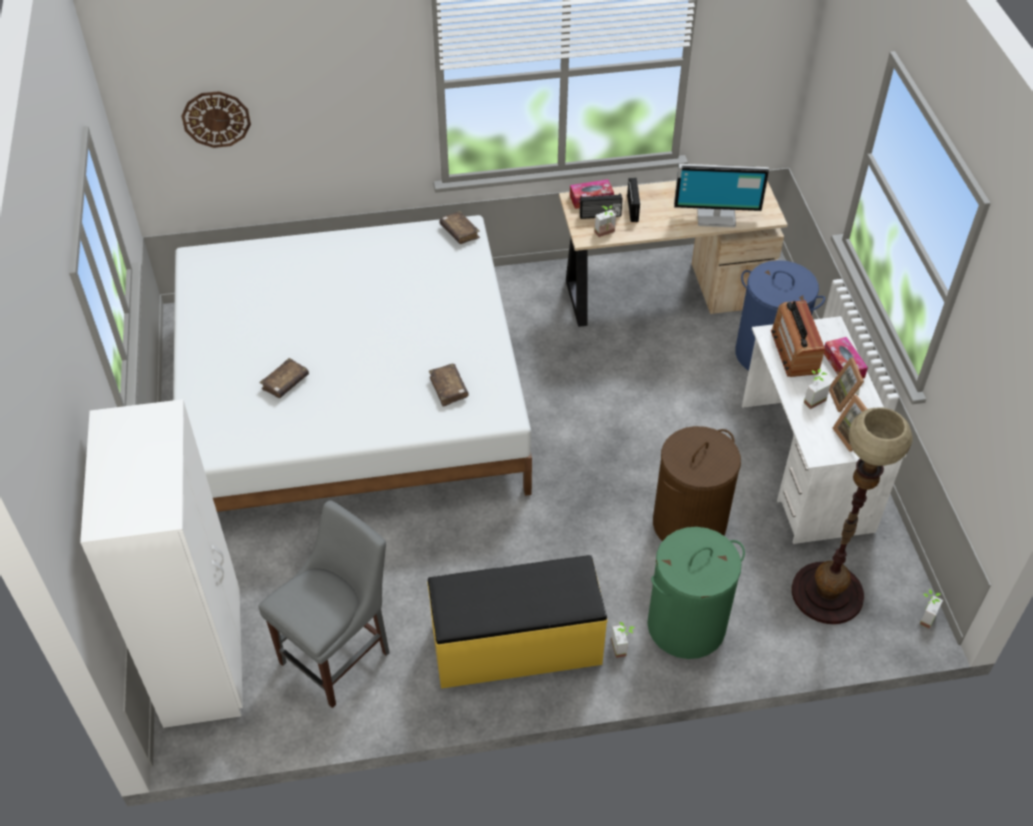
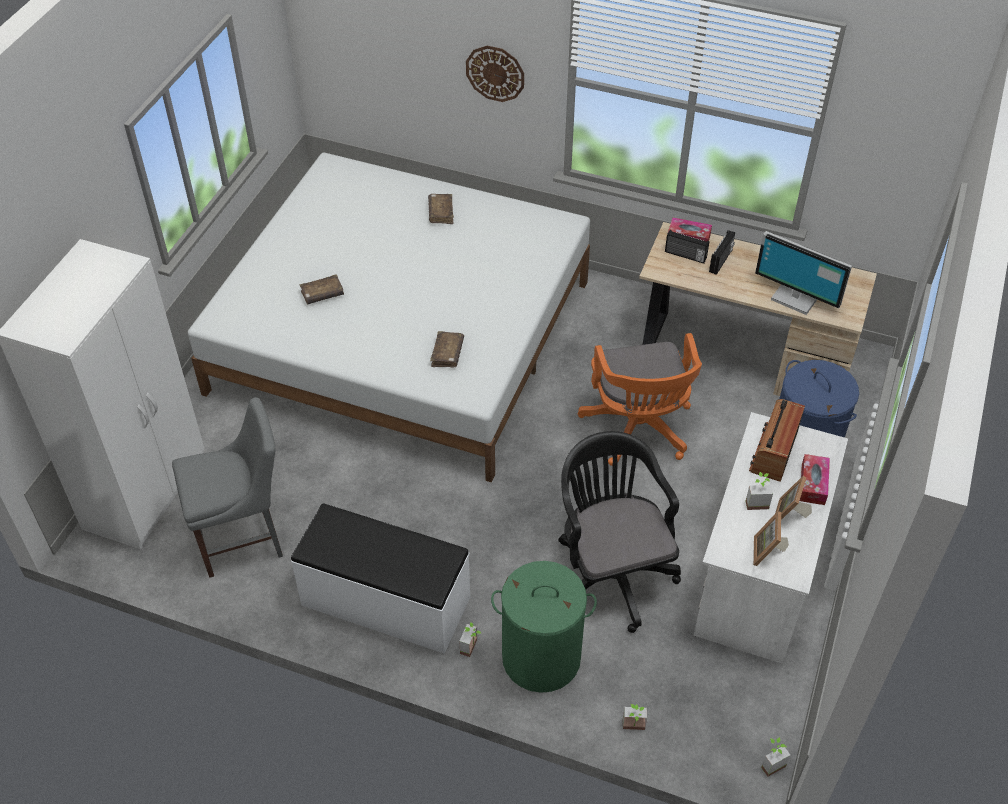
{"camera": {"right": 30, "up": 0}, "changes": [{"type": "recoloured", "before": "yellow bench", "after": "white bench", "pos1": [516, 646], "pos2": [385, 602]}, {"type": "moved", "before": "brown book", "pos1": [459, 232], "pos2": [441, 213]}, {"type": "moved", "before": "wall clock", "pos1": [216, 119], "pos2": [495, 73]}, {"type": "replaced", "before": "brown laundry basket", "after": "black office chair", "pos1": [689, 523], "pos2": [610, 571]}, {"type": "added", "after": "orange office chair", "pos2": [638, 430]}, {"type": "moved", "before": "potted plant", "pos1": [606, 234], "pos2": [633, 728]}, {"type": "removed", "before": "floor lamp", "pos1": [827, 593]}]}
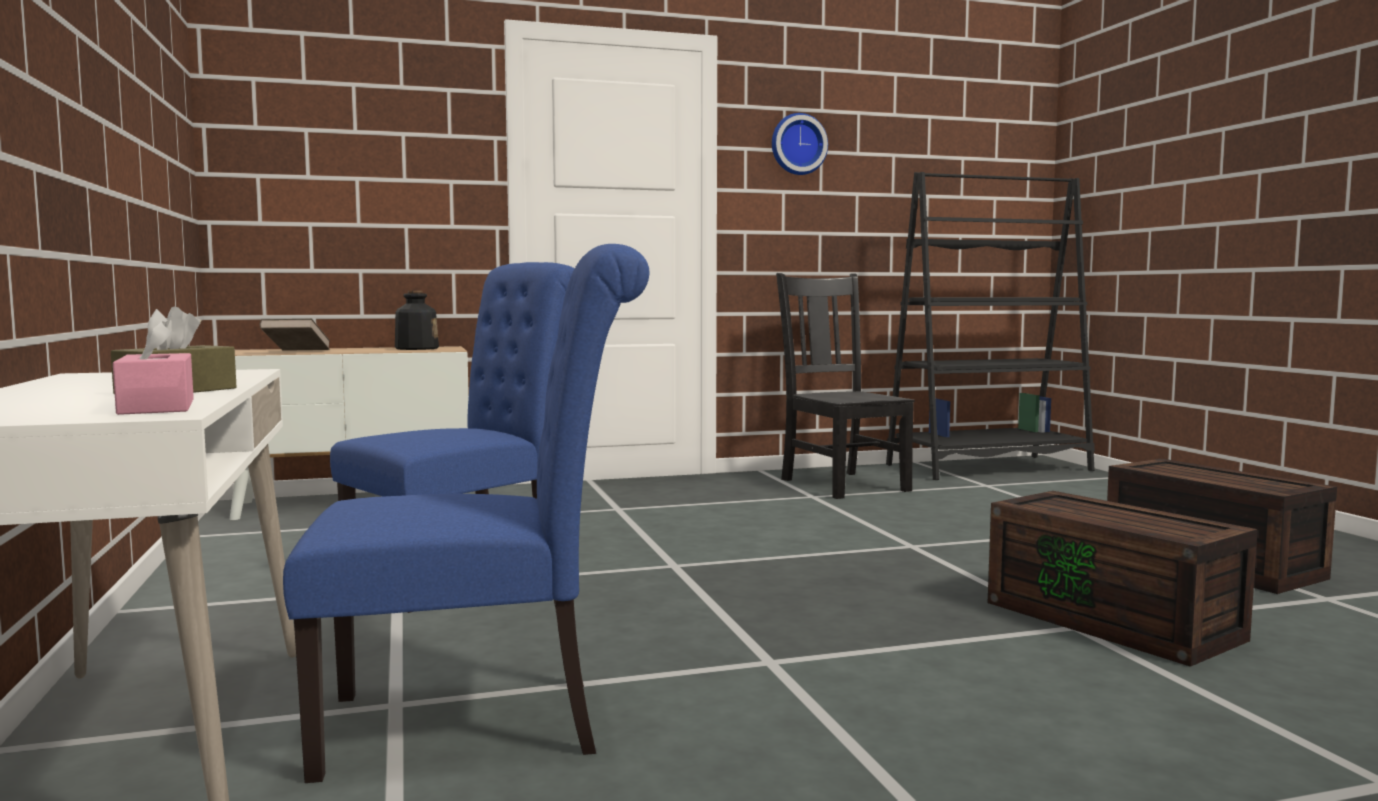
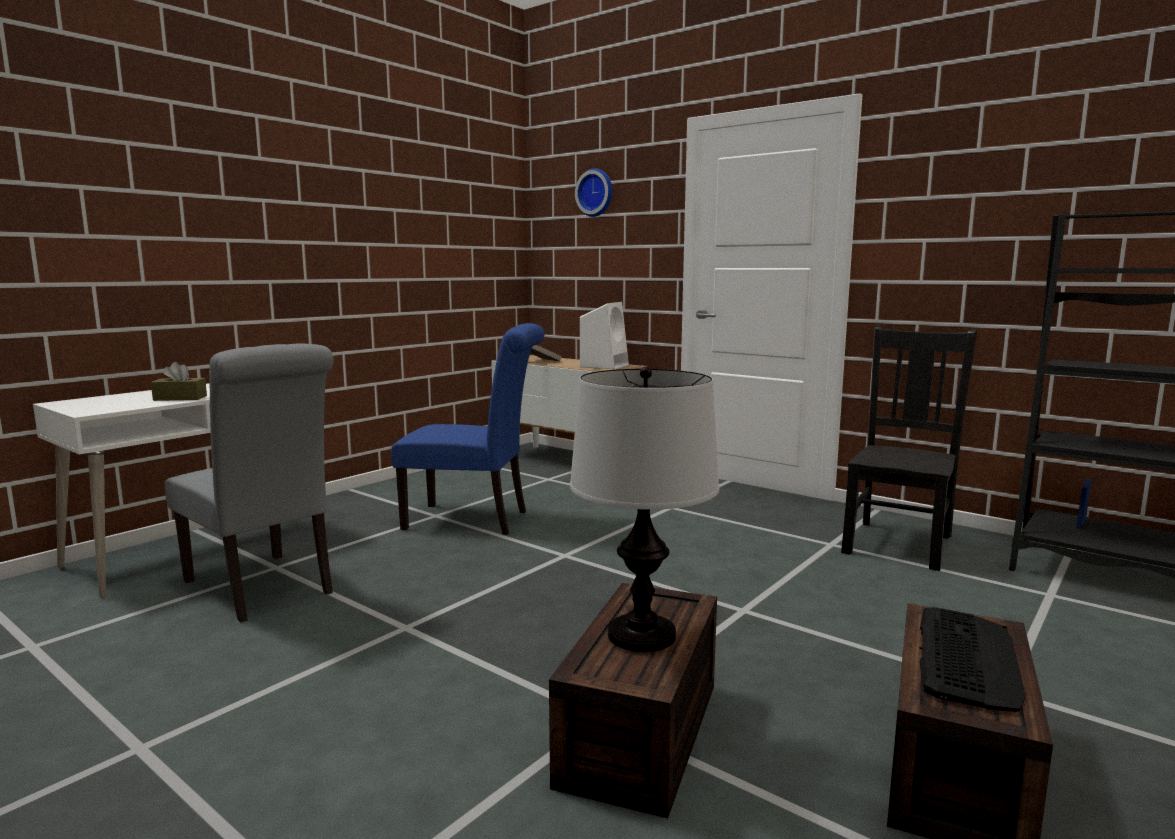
{"camera": {"right": 55, "up": 5}, "changes": [{"type": "recoloured", "before": "blue chair", "after": "grey chair", "pos1": [481, 723], "pos2": [263, 589]}, {"type": "added", "after": "table lamp", "pos2": [641, 635]}, {"type": "moved", "before": "wall clock", "pos1": [797, 144], "pos2": [596, 193]}, {"type": "replaced", "before": "bottle", "after": "white speaker", "pos1": [416, 348], "pos2": [604, 366]}, {"type": "added", "after": "keyboard", "pos2": [966, 658]}, {"type": "removed", "before": "pink tissue box", "pos1": [157, 406]}]}
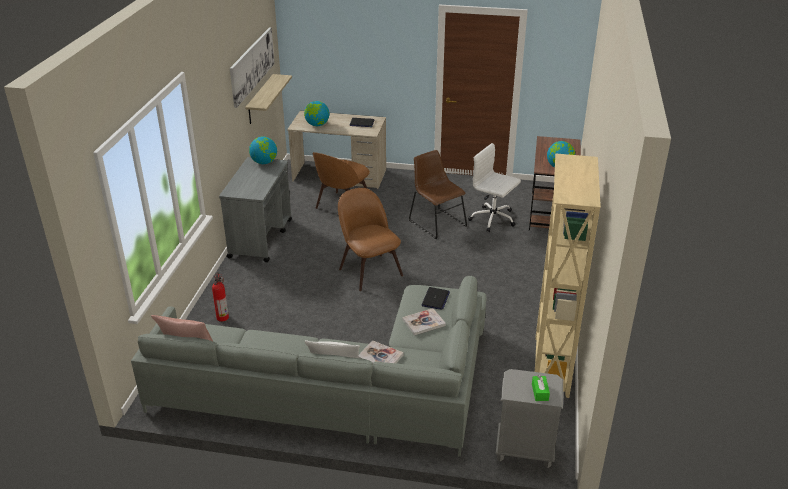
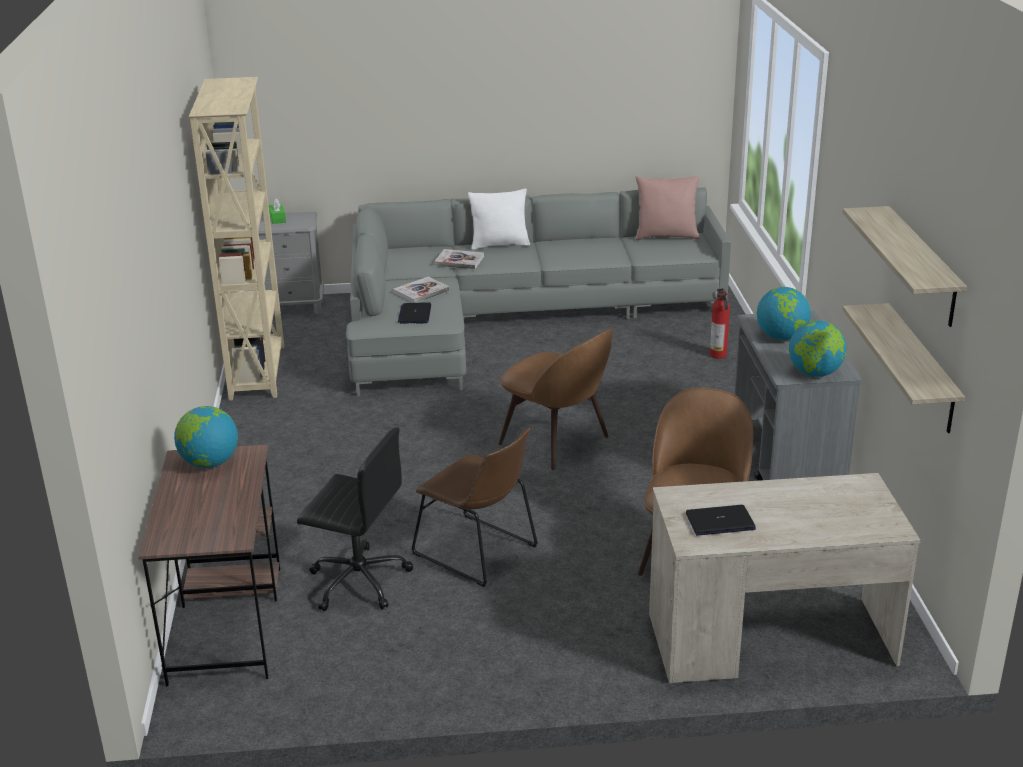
{"camera": {"right": 165, "up": -5}, "changes": [{"type": "recoloured", "before": "white office chair", "after": "black office chair", "pos1": [493, 219], "pos2": [357, 580]}, {"type": "moved", "before": "globe", "pos1": [317, 125], "pos2": [781, 337]}, {"type": "replaced", "before": "picture", "after": "shelf", "pos1": [252, 65], "pos2": [922, 266]}]}
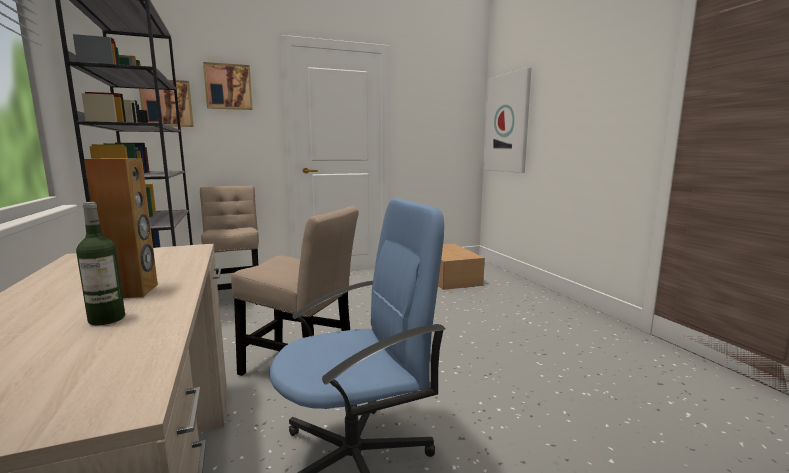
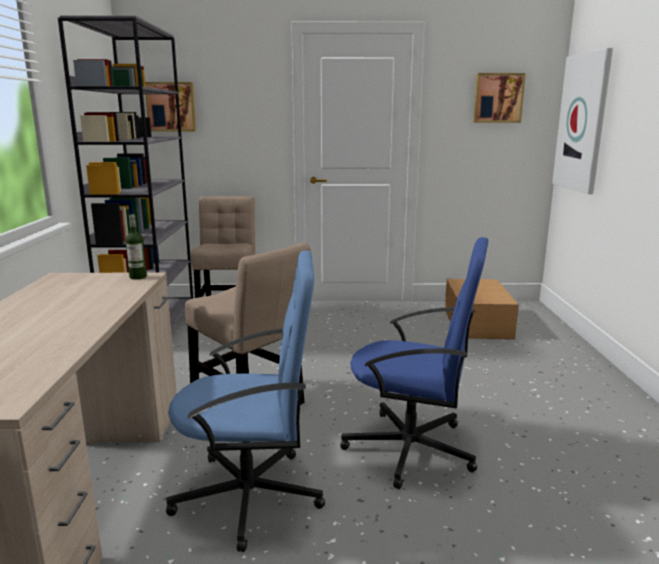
{"camera": {"right": 20, "up": 5}, "changes": [{"type": "moved", "before": "bottle", "pos1": [107, 319], "pos2": [138, 277]}, {"type": "added", "after": "blue office chair", "pos2": [412, 449]}, {"type": "moved", "before": "picture", "pos1": [228, 87], "pos2": [498, 98]}, {"type": "removed", "before": "brown speaker", "pos1": [133, 291]}]}
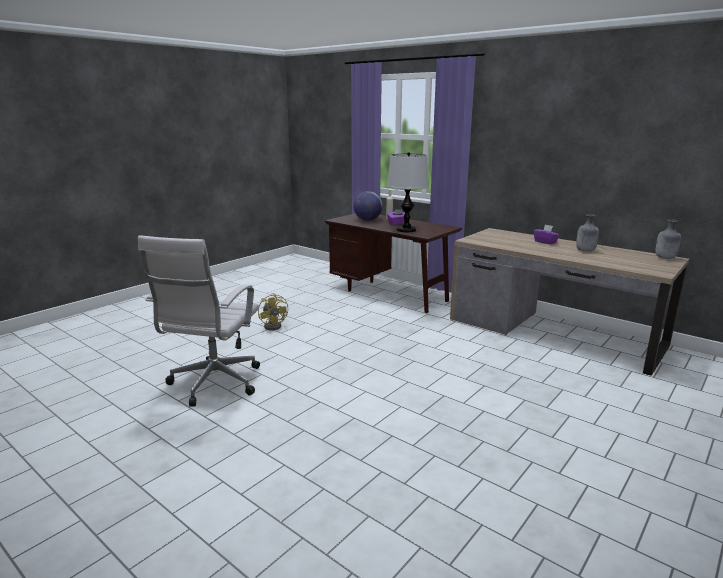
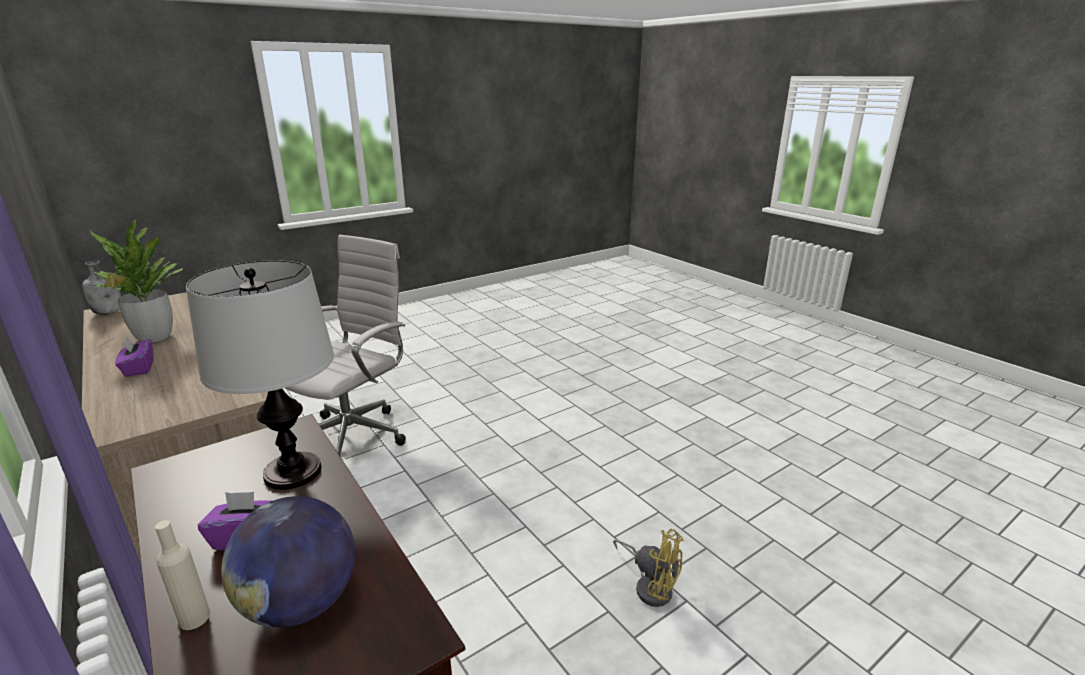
{"camera": {"right": -165, "up": 5}, "changes": [{"type": "replaced", "before": "grey bottle", "after": "potted plant", "pos1": [585, 251], "pos2": [154, 337]}, {"type": "moved", "before": "white office chair", "pos1": [213, 385], "pos2": [355, 435]}, {"type": "turned", "before": "yellow fan", "pos1": [274, 325], "pos2": [650, 586], "turn": 135}]}
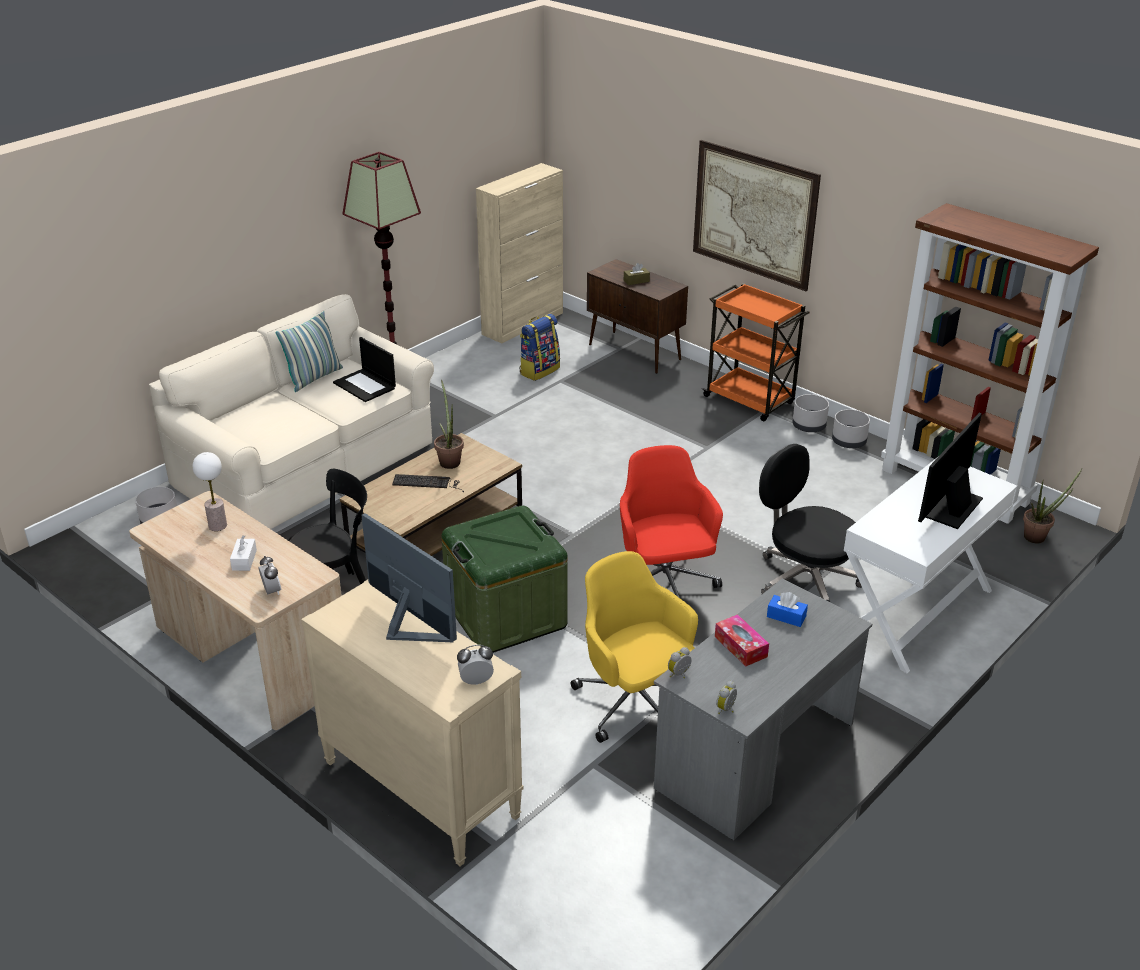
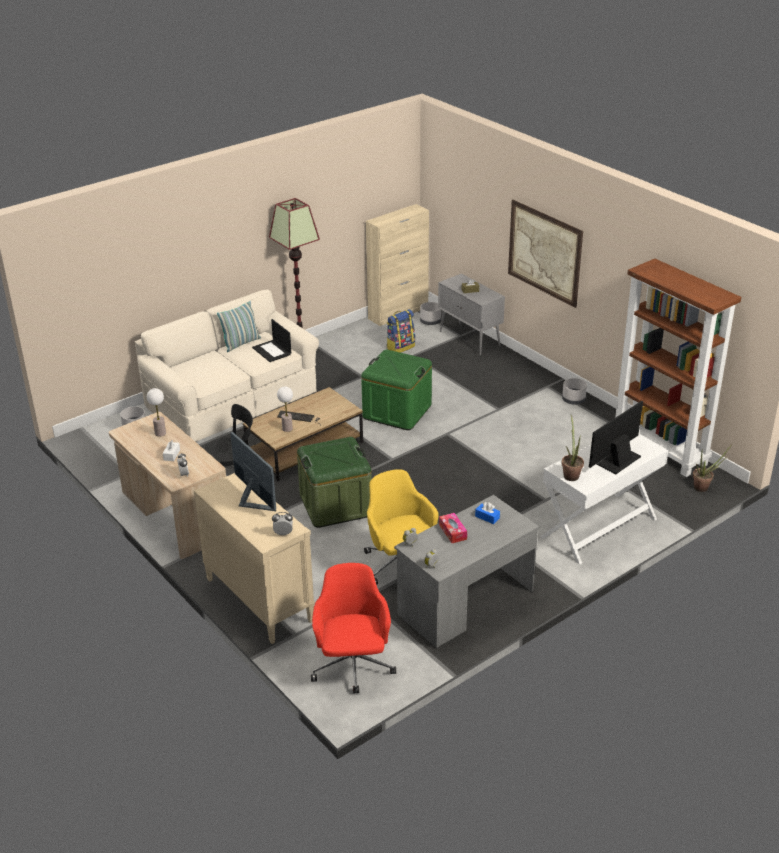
{"camera": {"right": 10, "up": 0}, "changes": [{"type": "added", "after": "table lamp", "pos2": [287, 429]}, {"type": "moved", "before": "red office chair", "pos1": [664, 584], "pos2": [353, 666]}, {"type": "added", "after": "green storage box", "pos2": [397, 412]}, {"type": "moved", "before": "grey planter", "pos1": [849, 442], "pos2": [430, 321]}, {"type": "recoloured", "before": "brown cabinet", "after": "grey cabinet", "pos1": [635, 352], "pos2": [470, 339]}, {"type": "moved", "before": "potted plant", "pos1": [449, 460], "pos2": [570, 474]}, {"type": "removed", "before": "orange cart", "pos1": [750, 400]}, {"type": "removed", "before": "black office chair", "pos1": [805, 579]}]}
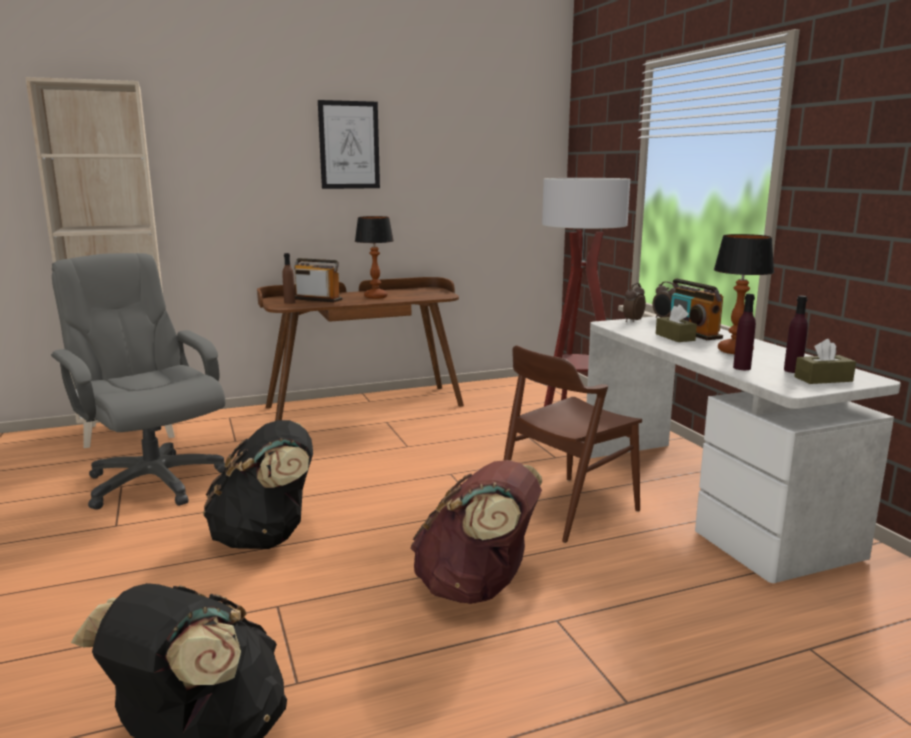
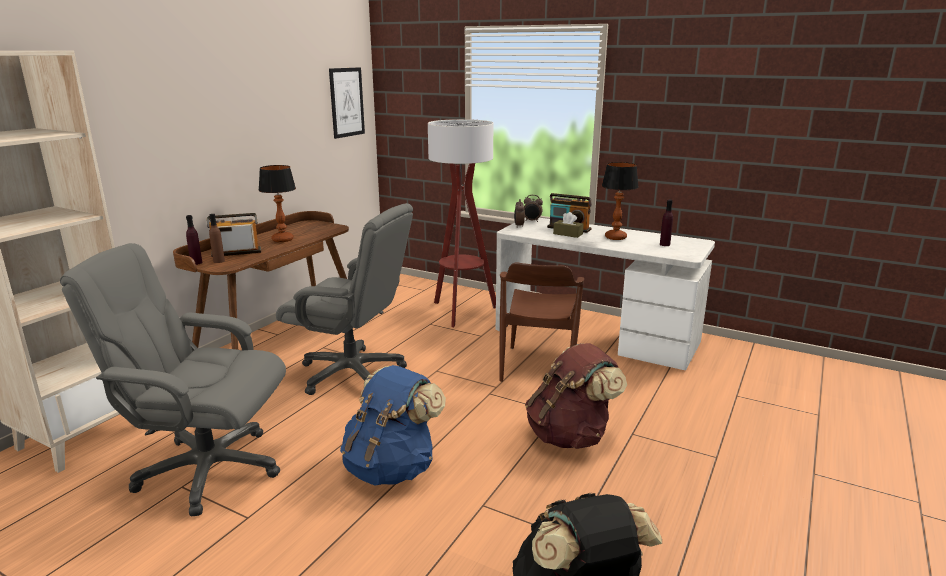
{"camera": {"right": -40, "up": 5}, "changes": [{"type": "moved", "before": "purple bottle", "pos1": [741, 368], "pos2": [196, 263]}, {"type": "added", "after": "grey office chair", "pos2": [353, 373]}, {"type": "moved", "before": "picture", "pos1": [349, 145], "pos2": [347, 102]}, {"type": "recoloured", "before": "black backpack", "after": "blue backpack", "pos1": [266, 538], "pos2": [392, 468]}, {"type": "removed", "before": "brown tissue box", "pos1": [823, 379]}]}
